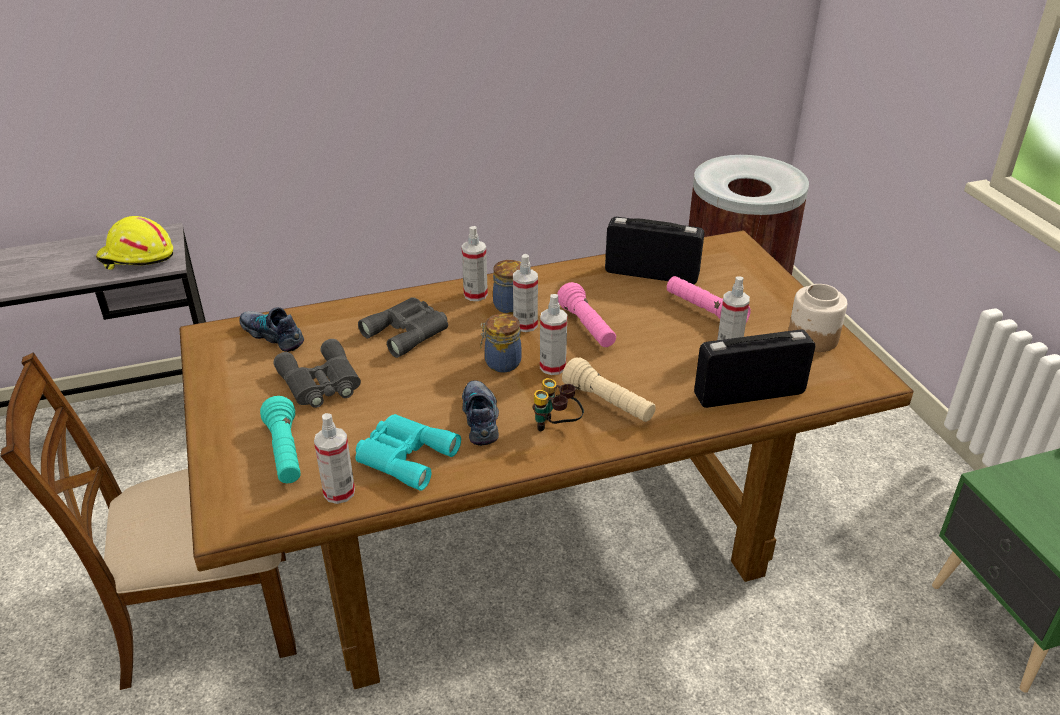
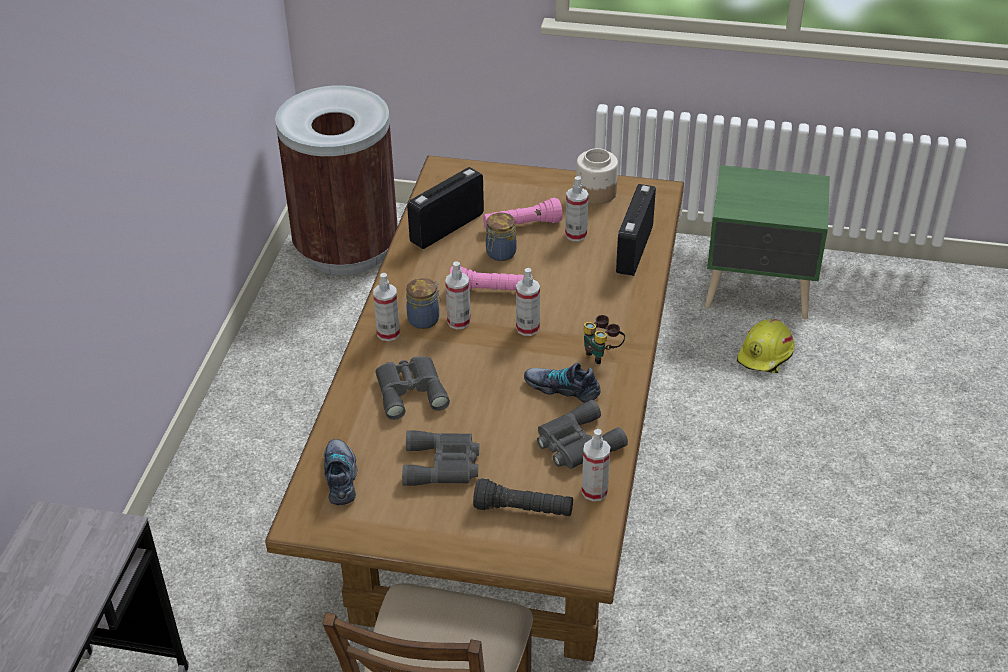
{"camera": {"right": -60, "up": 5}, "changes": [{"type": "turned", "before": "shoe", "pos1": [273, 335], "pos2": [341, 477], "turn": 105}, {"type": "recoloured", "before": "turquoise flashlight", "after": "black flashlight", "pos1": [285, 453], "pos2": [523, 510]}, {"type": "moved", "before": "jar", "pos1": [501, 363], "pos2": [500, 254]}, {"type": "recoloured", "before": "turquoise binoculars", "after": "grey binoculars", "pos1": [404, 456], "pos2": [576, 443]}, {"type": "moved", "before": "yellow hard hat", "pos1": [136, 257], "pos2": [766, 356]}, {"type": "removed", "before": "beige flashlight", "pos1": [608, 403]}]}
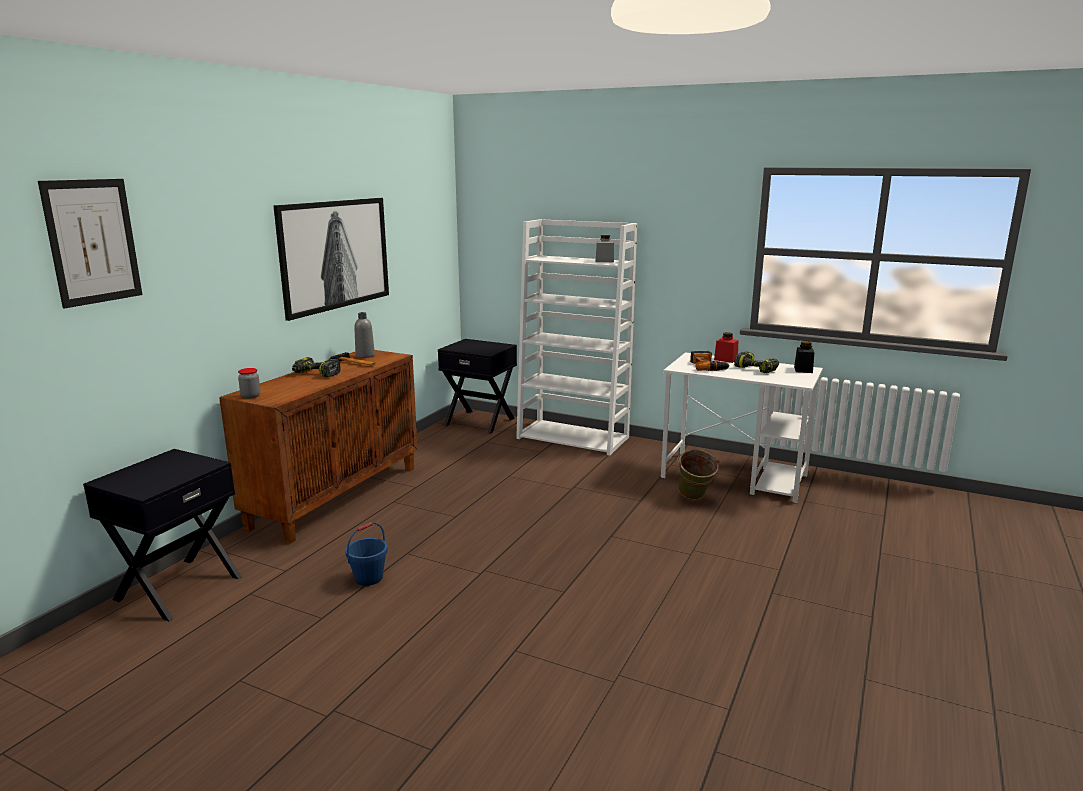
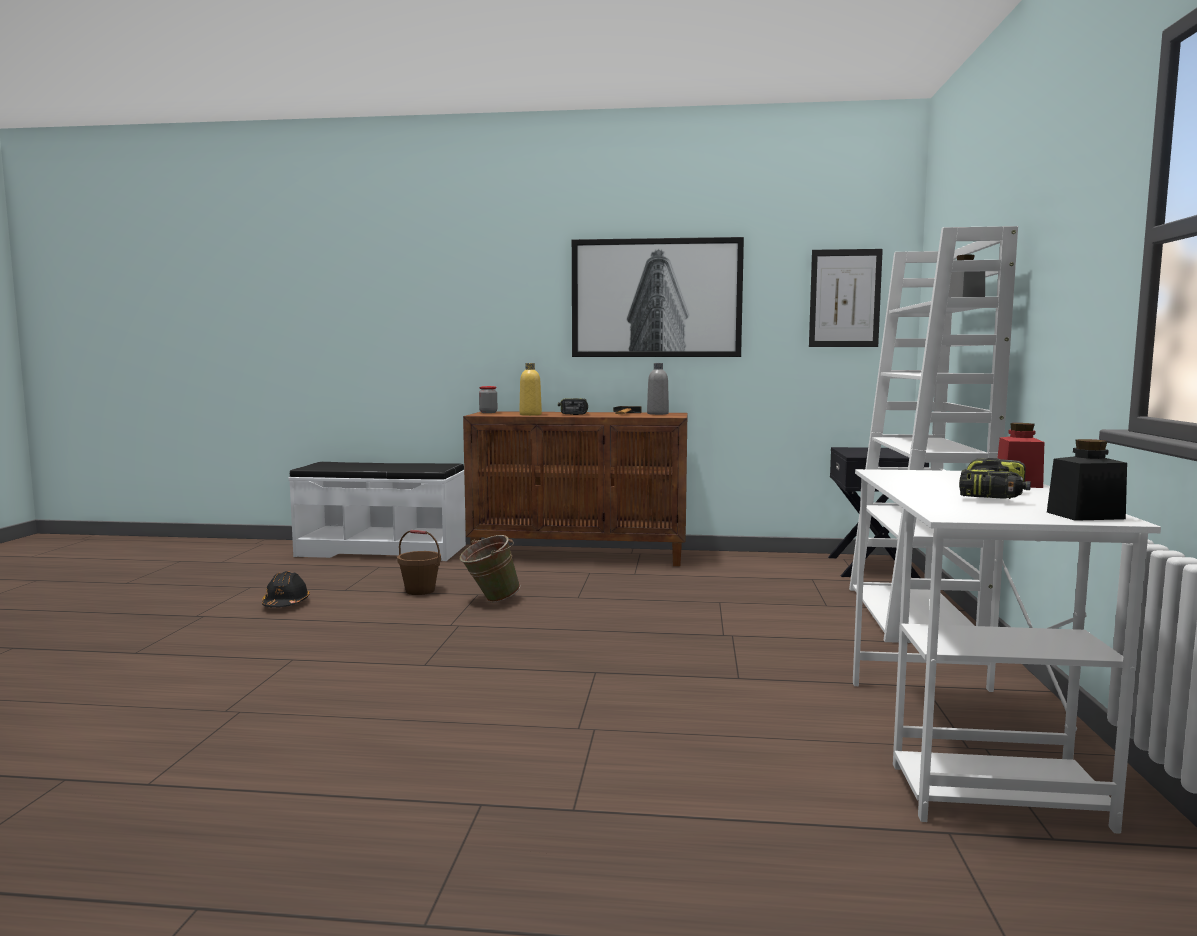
{"camera": {"right": 70, "up": -10}, "changes": [{"type": "added", "after": "black hard hat", "pos2": [285, 604]}, {"type": "replaced", "before": "black nightstand", "after": "white bench", "pos1": [178, 587], "pos2": [382, 550]}, {"type": "recoloured", "before": "blue bucket", "after": "brown bucket", "pos1": [368, 578], "pos2": [420, 591]}, {"type": "moved", "before": "green bucket", "pos1": [694, 498], "pos2": [490, 600]}, {"type": "added", "after": "yellow bottle", "pos2": [530, 414]}, {"type": "moved", "before": "picture", "pos1": [92, 241], "pos2": [845, 298]}, {"type": "removed", "before": "power drill", "pos1": [708, 366]}]}
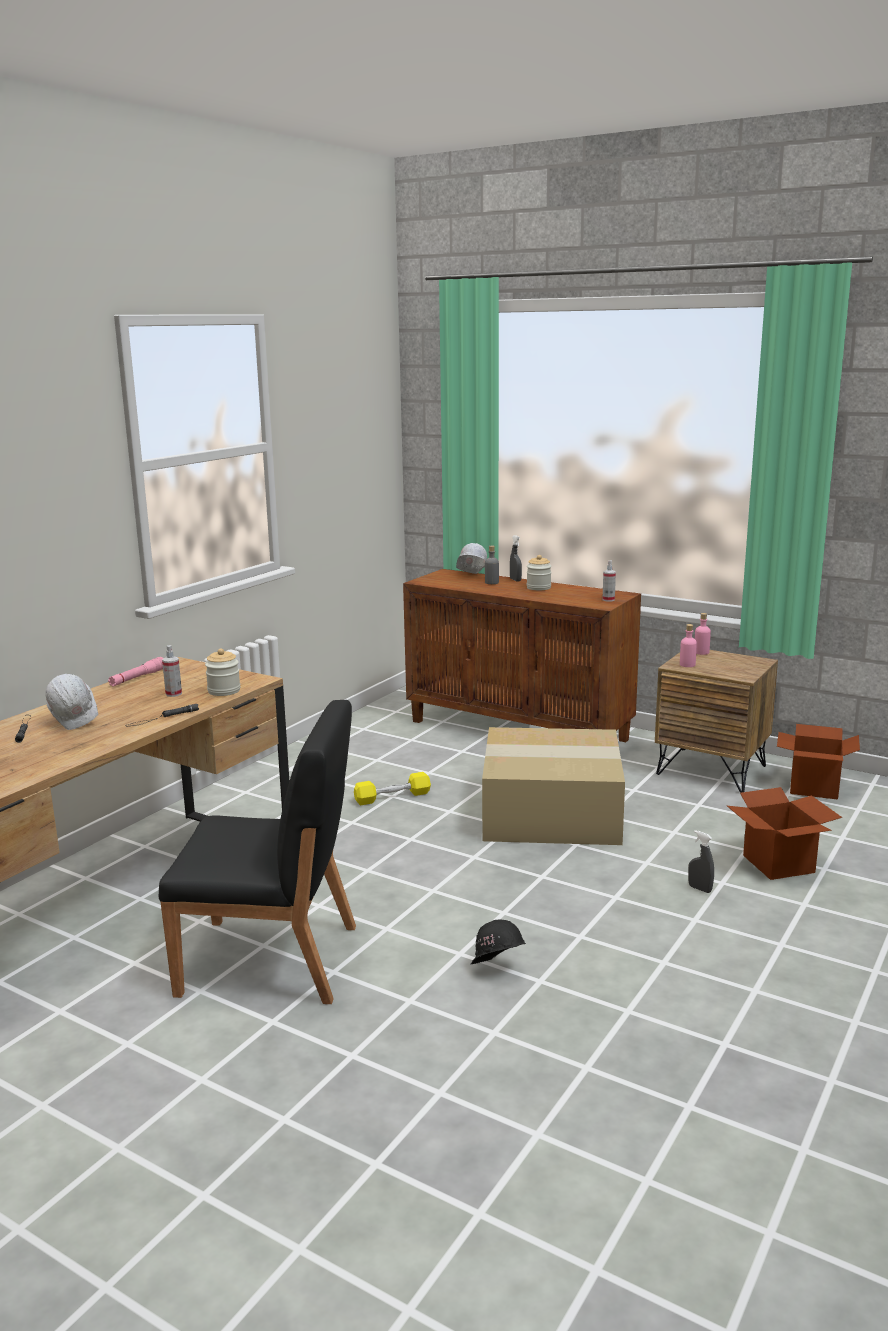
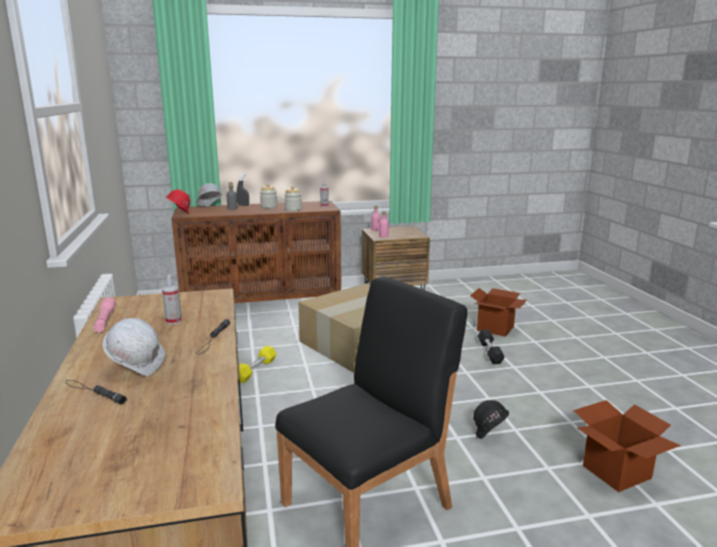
{"camera": {"right": -45, "up": 0}, "changes": [{"type": "added", "after": "red hard hat", "pos2": [179, 215]}, {"type": "moved", "before": "jar", "pos1": [224, 691], "pos2": [293, 209]}, {"type": "replaced", "before": "grey spray bottle", "after": "black dumbbell", "pos1": [700, 889], "pos2": [490, 352]}, {"type": "moved", "before": "cardboard box", "pos1": [814, 788], "pos2": [616, 472]}]}
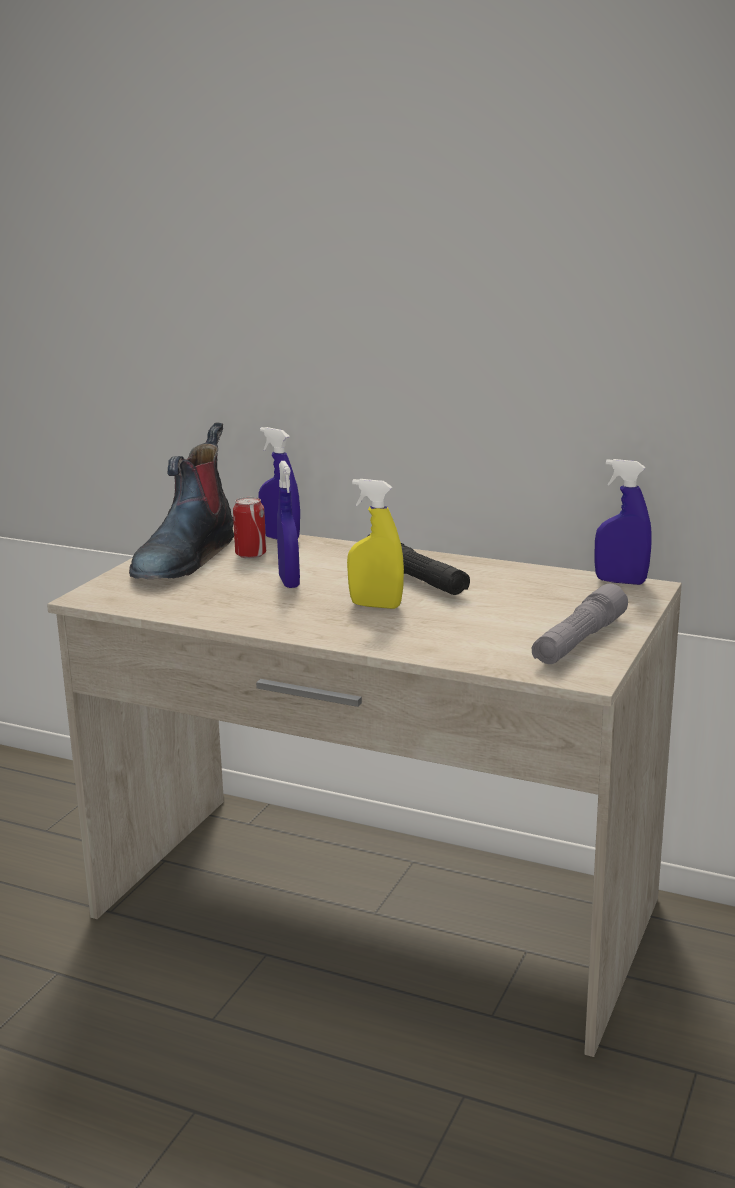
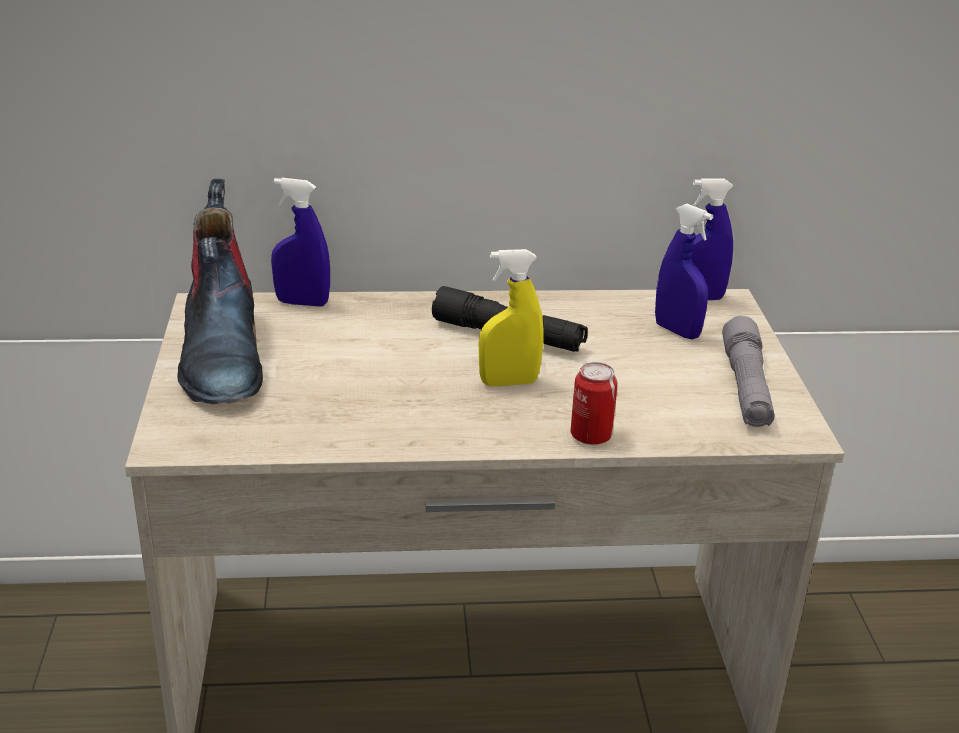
{"camera": {"right": -30, "up": 10}, "changes": [{"type": "moved", "before": "can", "pos1": [250, 554], "pos2": [591, 436]}, {"type": "moved", "before": "blue spray bottle", "pos1": [289, 582], "pos2": [677, 331]}]}
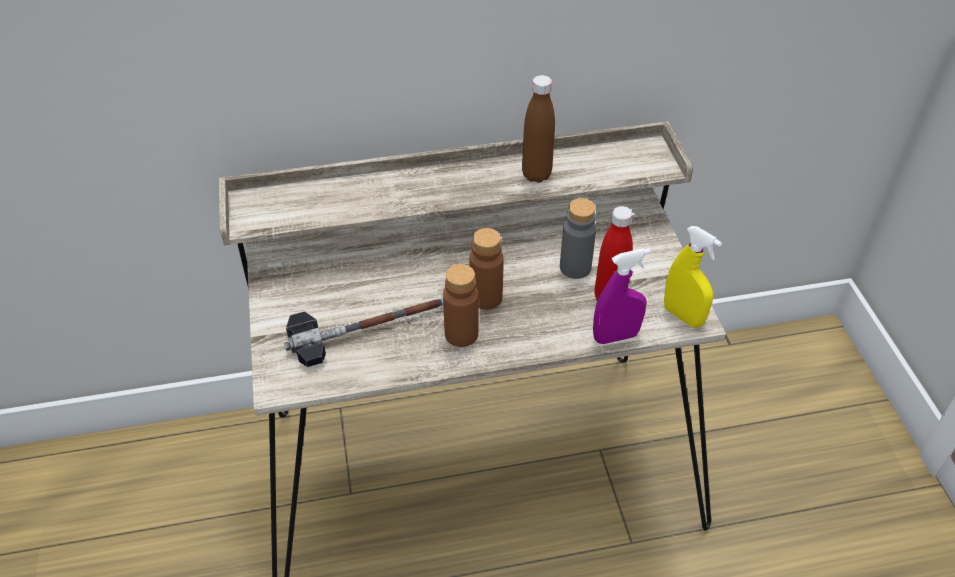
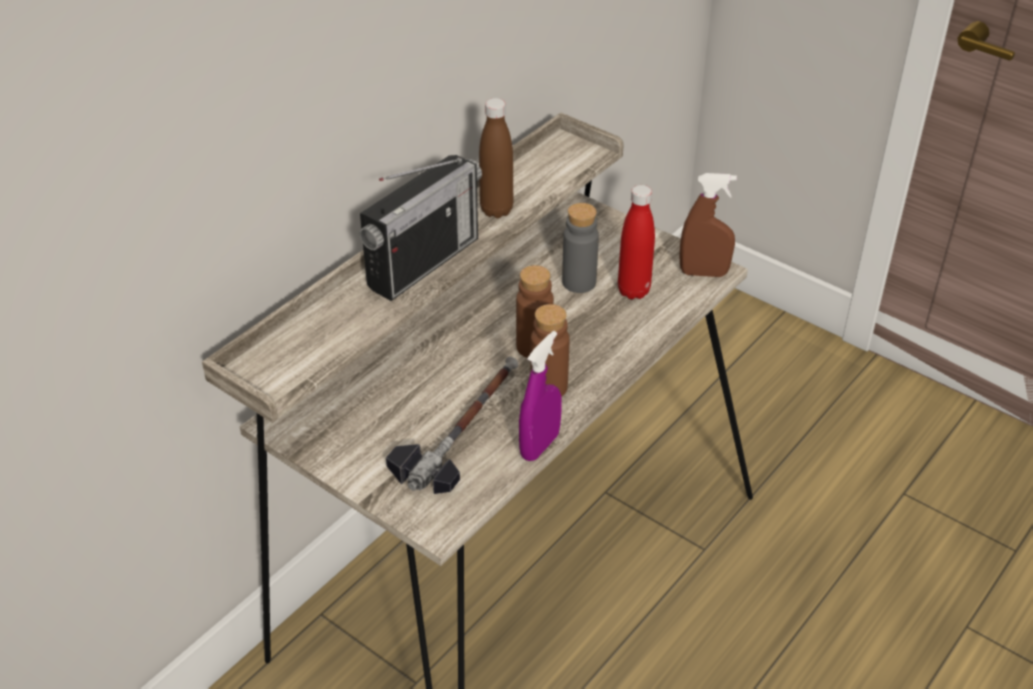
{"camera": {"right": -40, "up": -5}, "changes": [{"type": "added", "after": "radio", "pos2": [423, 262]}, {"type": "moved", "before": "purple spray bottle", "pos1": [615, 336], "pos2": [539, 446]}, {"type": "recoloured", "before": "yellow spray bottle", "after": "brown spray bottle", "pos1": [683, 316], "pos2": [703, 273]}]}
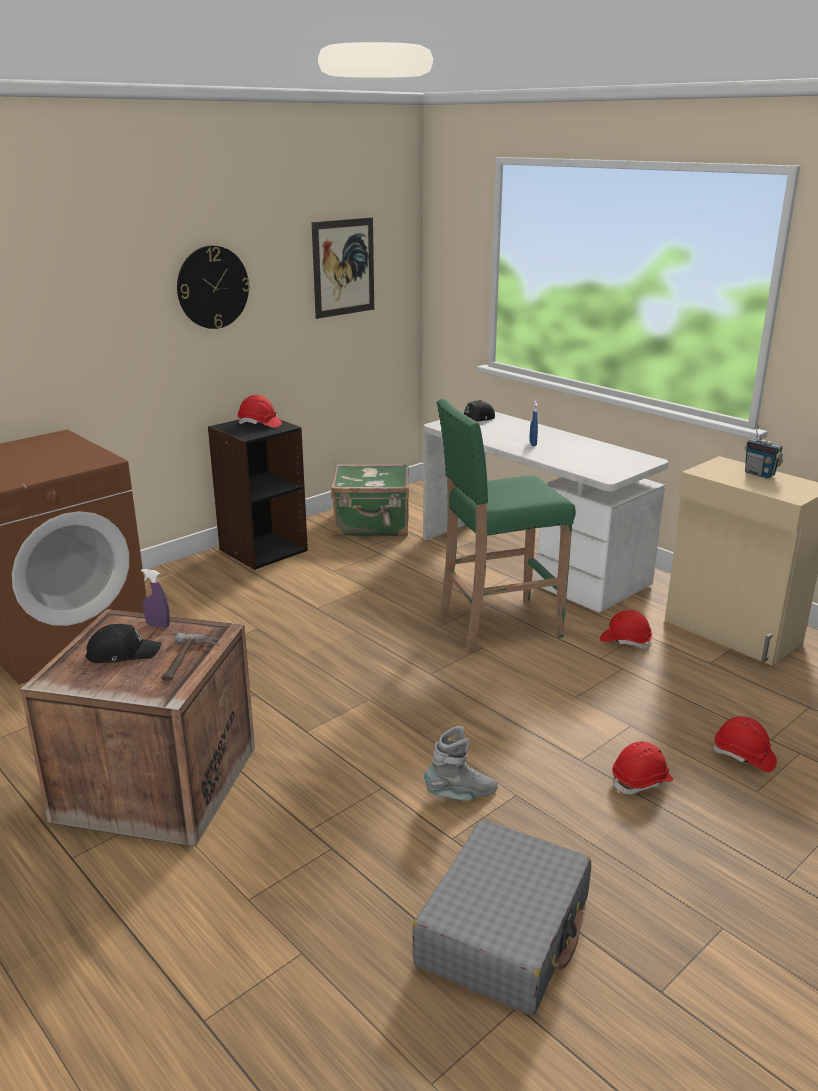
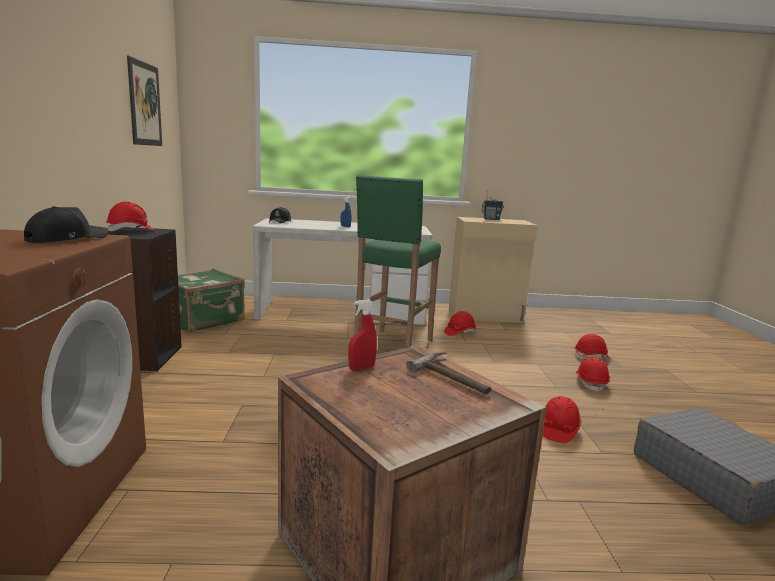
{"camera": {"right": -50, "up": -10}, "changes": [{"type": "moved", "before": "black cap", "pos1": [123, 653], "pos2": [66, 239]}, {"type": "recoloured", "before": "purple spray bottle", "after": "red spray bottle", "pos1": [158, 625], "pos2": [361, 368]}, {"type": "replaced", "before": "grey boot", "after": "red hard hat", "pos1": [461, 795], "pos2": [558, 430]}, {"type": "removed", "before": "wall clock", "pos1": [212, 287]}]}
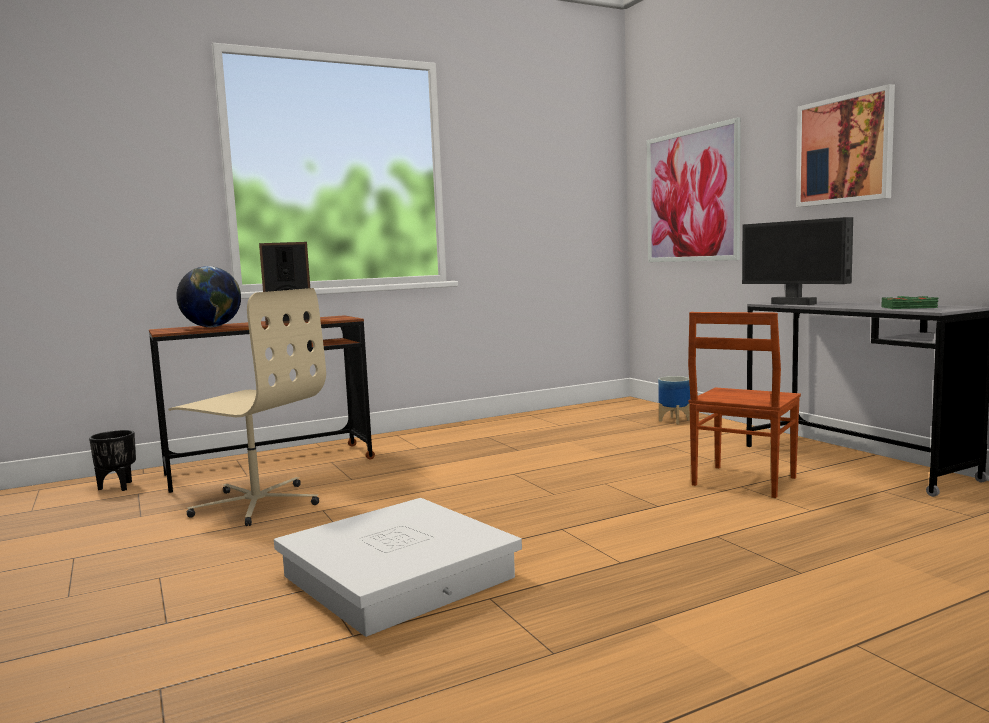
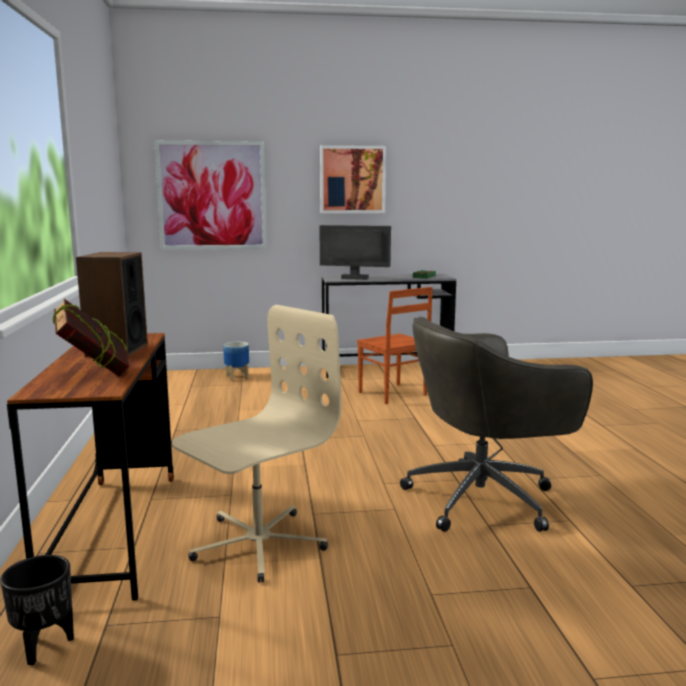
{"camera": {"right": -70, "up": 5}, "changes": [{"type": "replaced", "before": "globe", "after": "book", "pos1": [212, 327], "pos2": [94, 374]}, {"type": "turned", "before": "monitor", "pos1": [794, 304], "pos2": [354, 279], "turn": -150}, {"type": "replaced", "before": "white storage box", "after": "grey office chair", "pos1": [398, 576], "pos2": [484, 498]}]}
